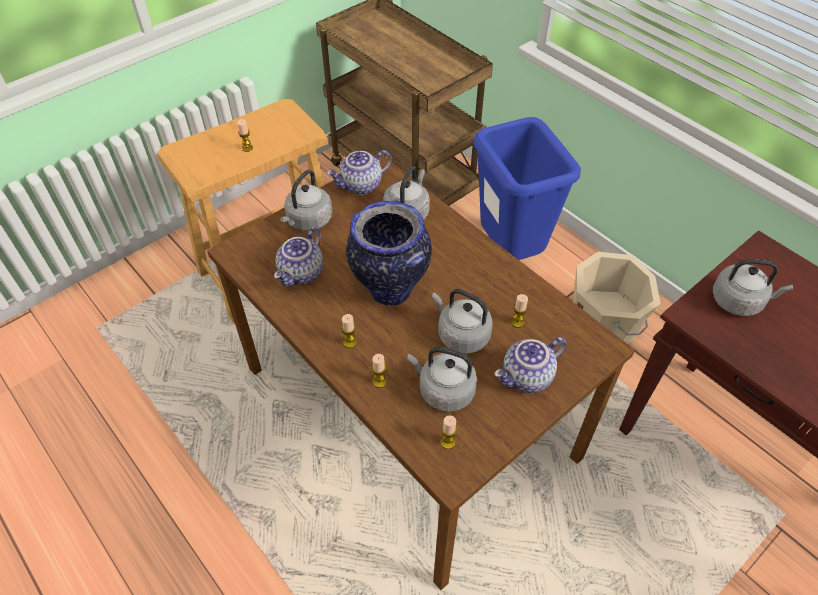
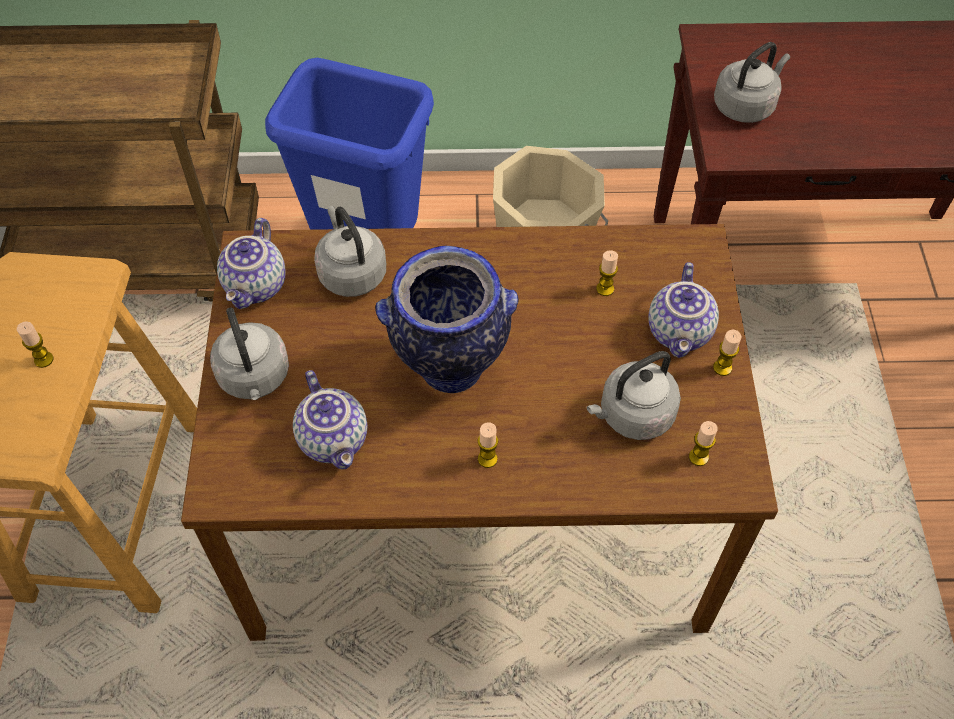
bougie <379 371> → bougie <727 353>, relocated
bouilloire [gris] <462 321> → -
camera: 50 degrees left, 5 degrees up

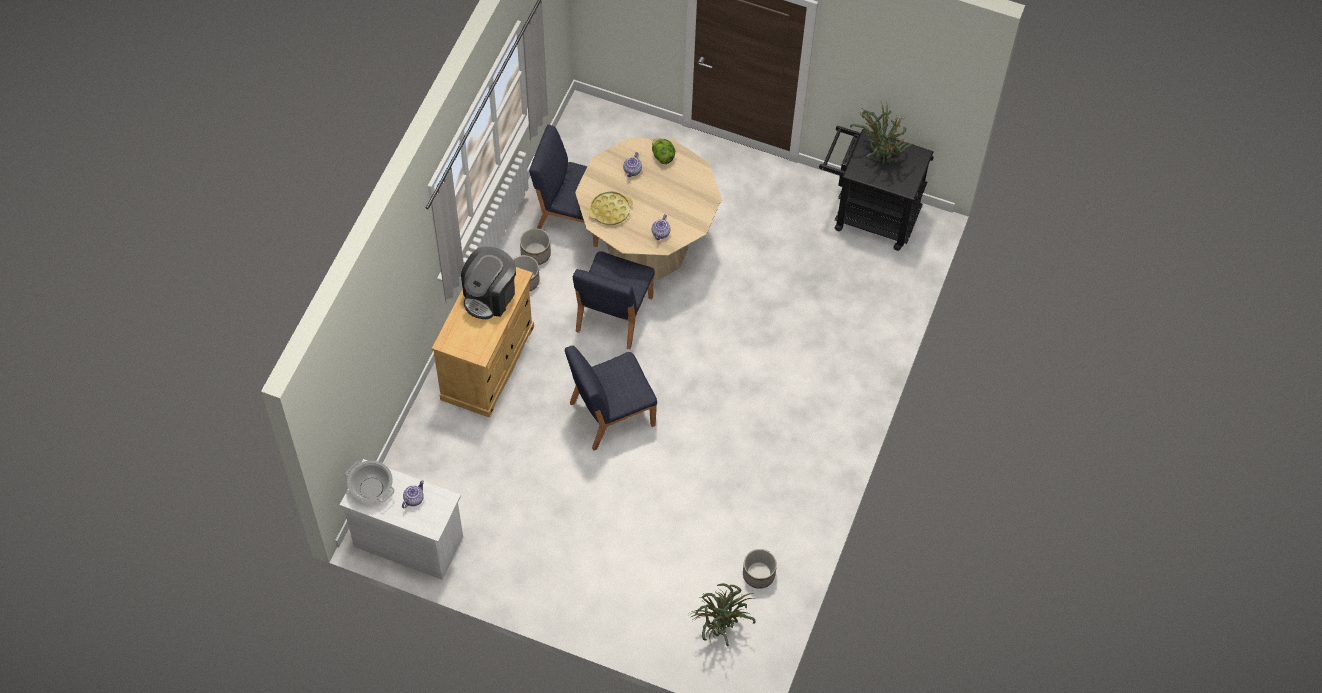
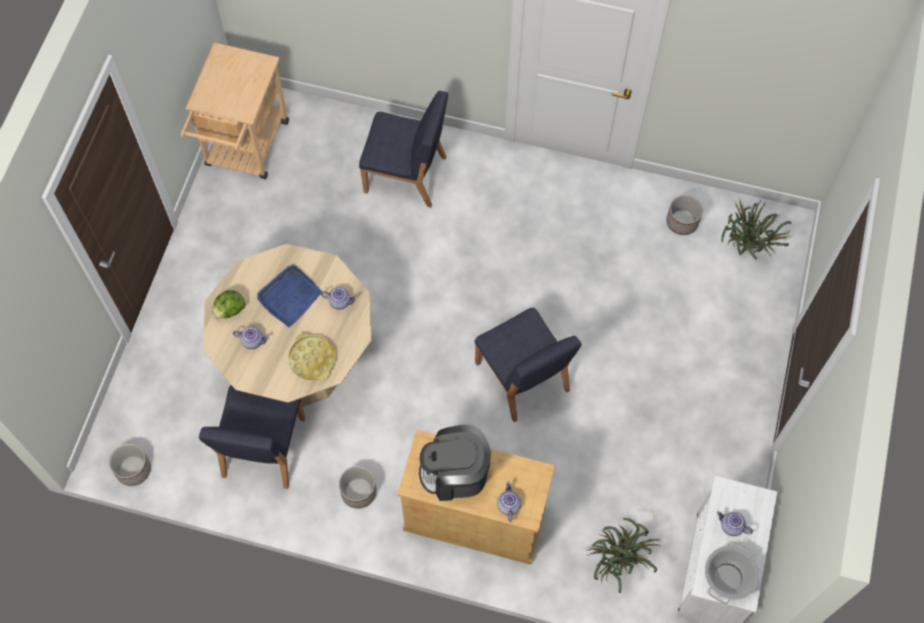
cache-pot <535 246> → cache-pot <130 465>, relocated
chariot [noir] <876 188> → chariot [beige] <235 110>
- → plateau [bleu] <289 296>
chaise [bleu] <614 300> → chaise [bleu] <403 149>, relocated
machine à café <488 282> → machine à café <455 463>, 150 degrees clockwise
- → théière <509 501>
plante en pot <881 132> → plante en pot <622 555>, relocated
camera: 95 degrees left, 5 degrees up

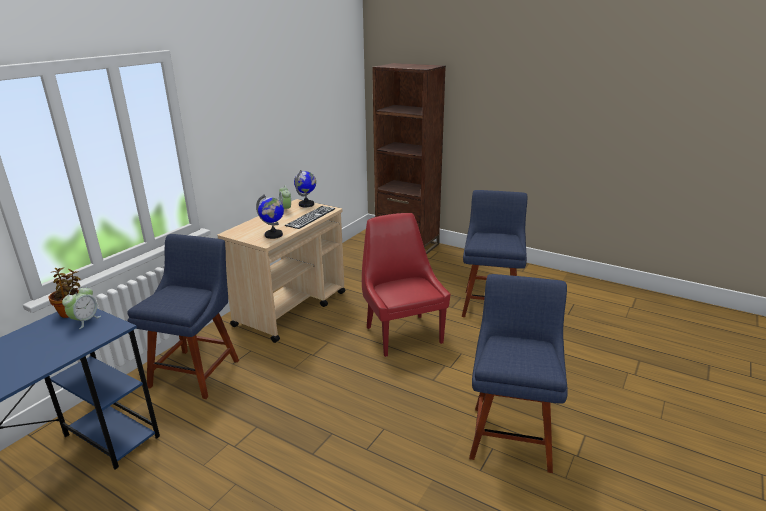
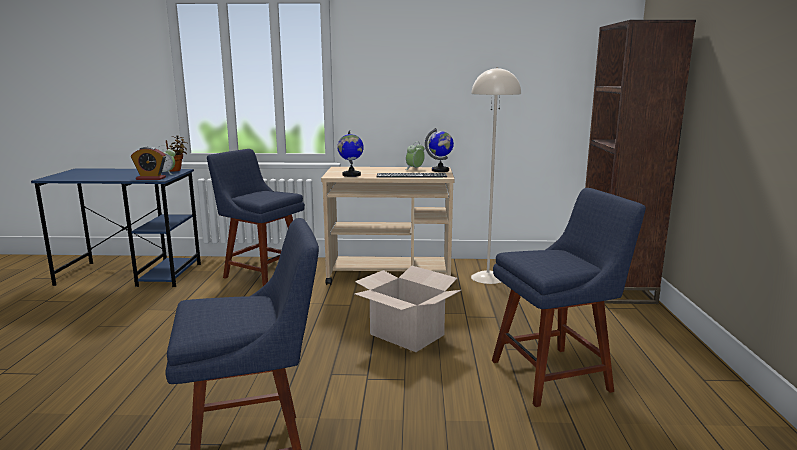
- → réveil <148 163>
chaise [bleu] <183 316> → chaise [bleu] <256 217>, 135 degrees counterclockwise
chaise [rouge] <406 285> → carton <407 308>
- → lampadaire [beige] <496 175>
camera: 60 degrees right, 10 degrees down

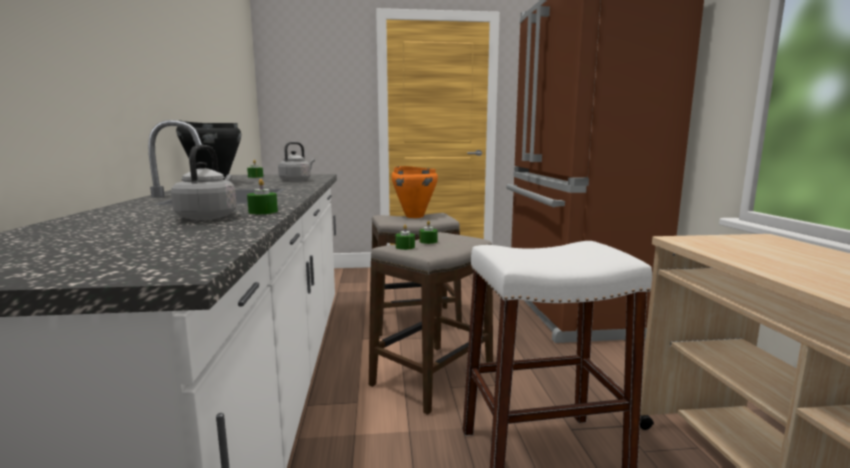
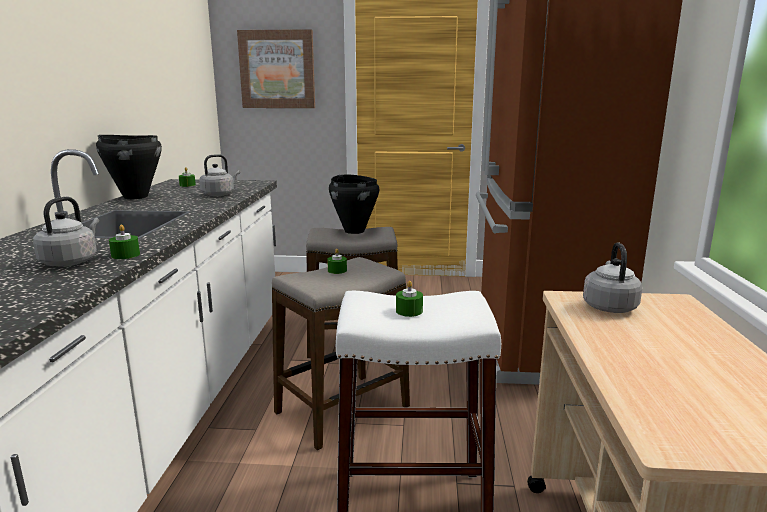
- → tableau <276 68>
marmite [orange] <414 192> → marmite [noir] <354 204>
bougie [vert] <405 237> → bougie [vert] <409 299>, relocated
- → bouilloire [gris] <612 277>
camera: 10 degrees right, 5 degrees up

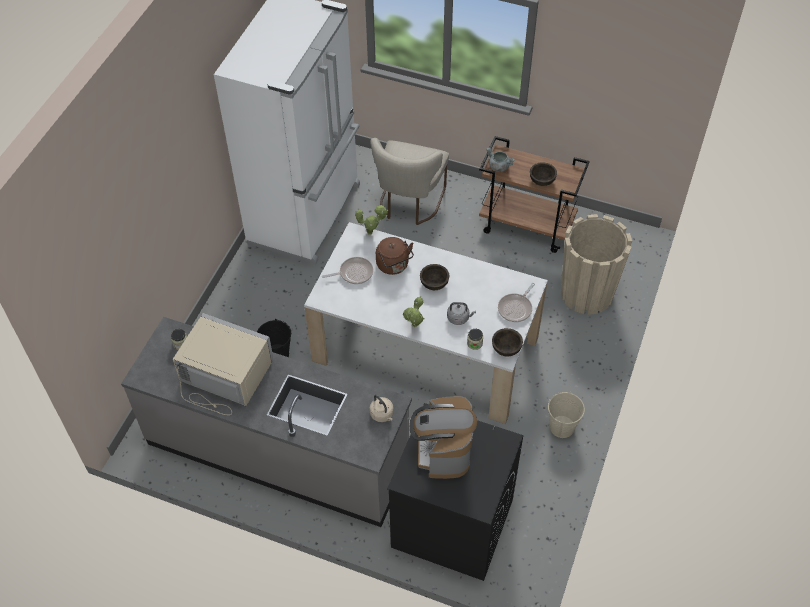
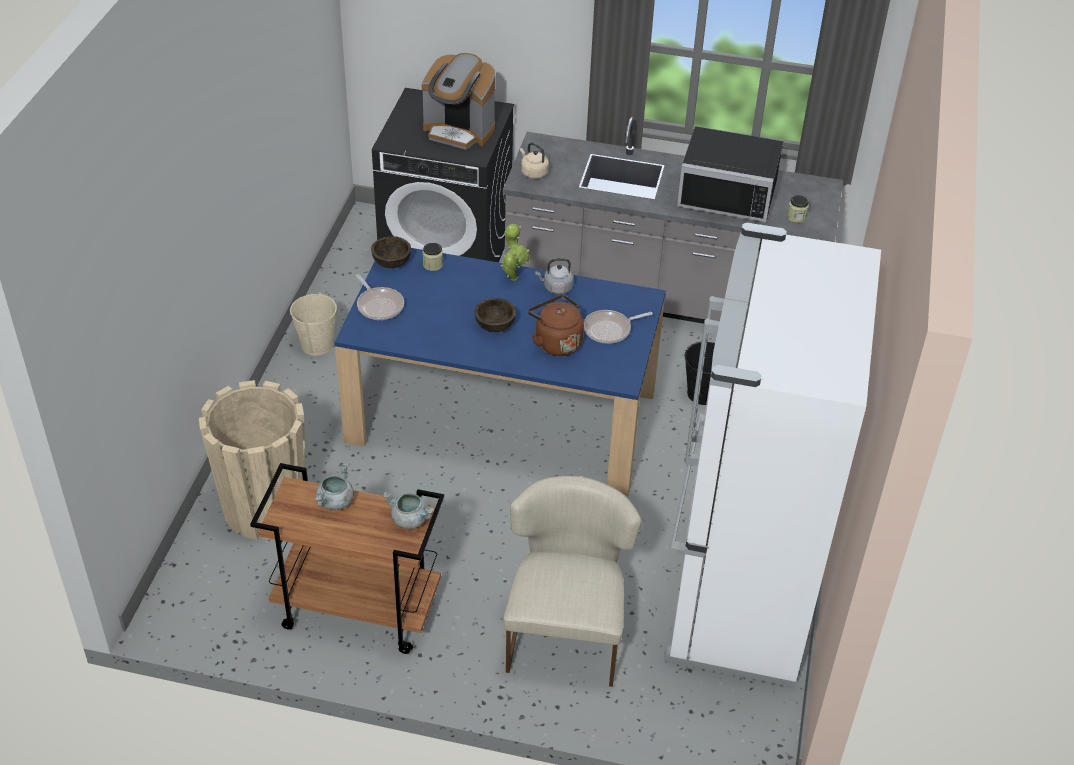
bol [marron] <543 174> → marmite [gris] <334 486>
table à manger [blanc] <426 323> → table à manger [bleu] <500 372>
poêle <516 302> → poêle <380 297>, 120 degrees clockwise
machine à café <443 437> → machine à café <459 101>, 120 degrees clockwise
bouilloire [gris] <461 313> → bouilloire [gris] <554 276>, relocated
micro-ondes [beige] <223 364> → micro-ondes [noir] <730 174>
plante en pot <371 220> → -
camera: 170 degrees right, 10 degrees down

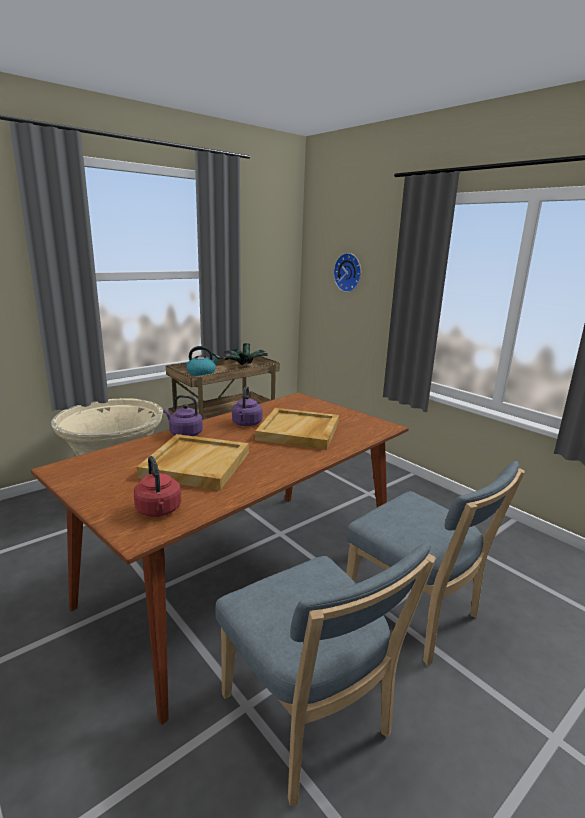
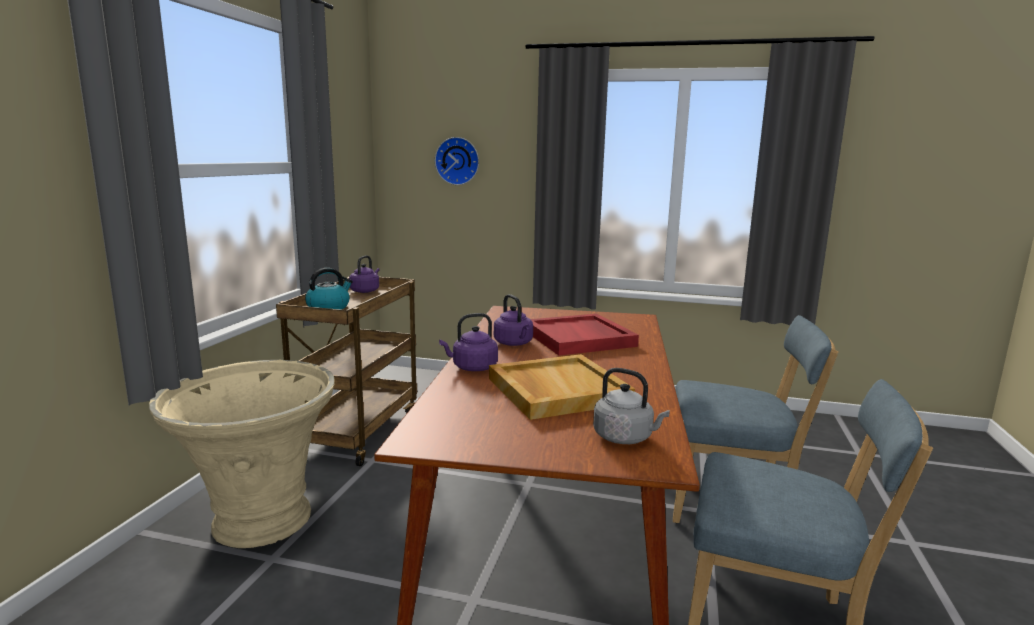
plante en pot <246 354> → bouilloire [violet] <364 274>
plateau [beige] <297 429> → plateau [rouge] <584 334>
bouilloire [rouge] <157 486> → bouilloire [gris] <631 406>
camera: 35 degrees left, 5 degrees down

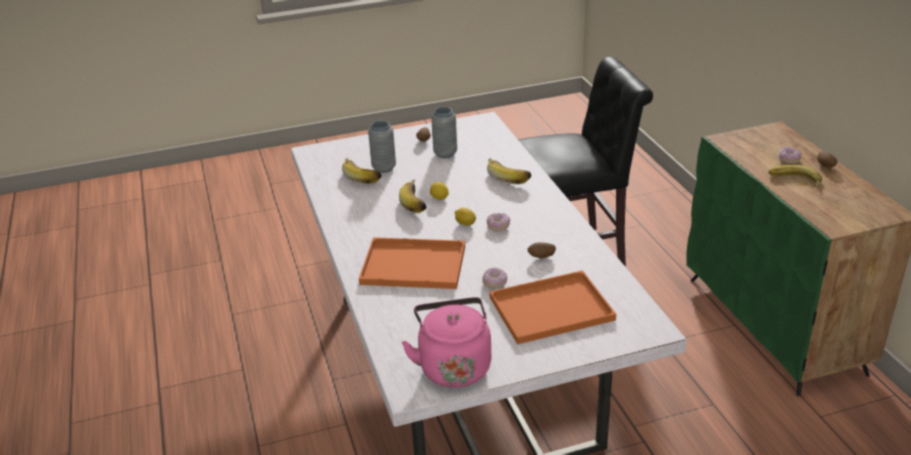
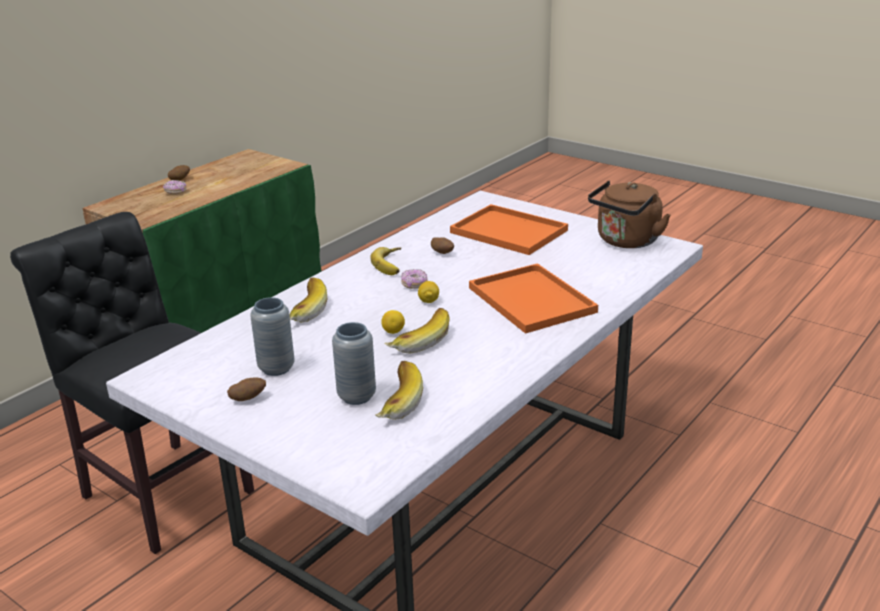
banane <795 176> → banane <385 261>, relocated
bouilloire [rose] <446 342> → bouilloire [marron] <629 214>
beignet <494 278> → -
camera: 125 degrees left, 5 degrees down

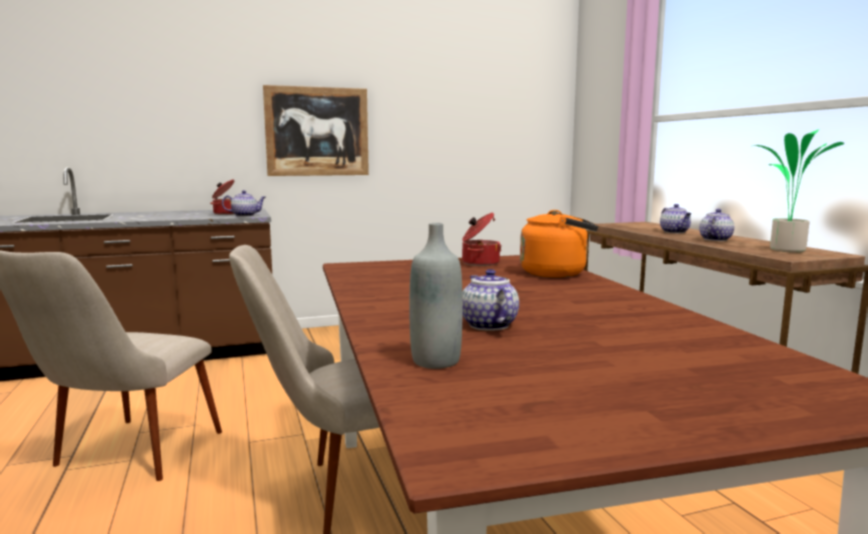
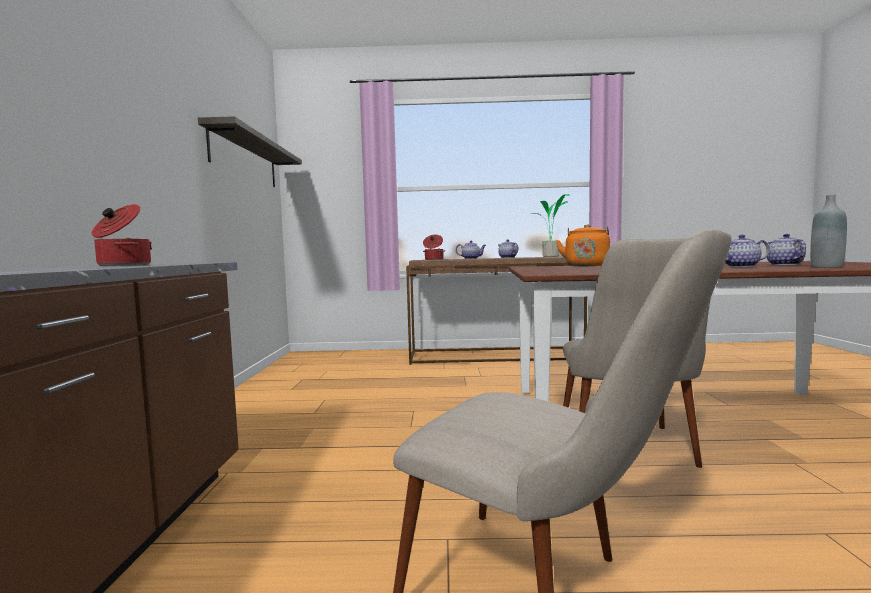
- → étagère <250 151>
marmite <482 239> → marmite <434 247>, relocated
théière <244 203> → théière <786 249>, relocated
tableau <316 130> → -
camera: 70 degrees left, 5 degrees down

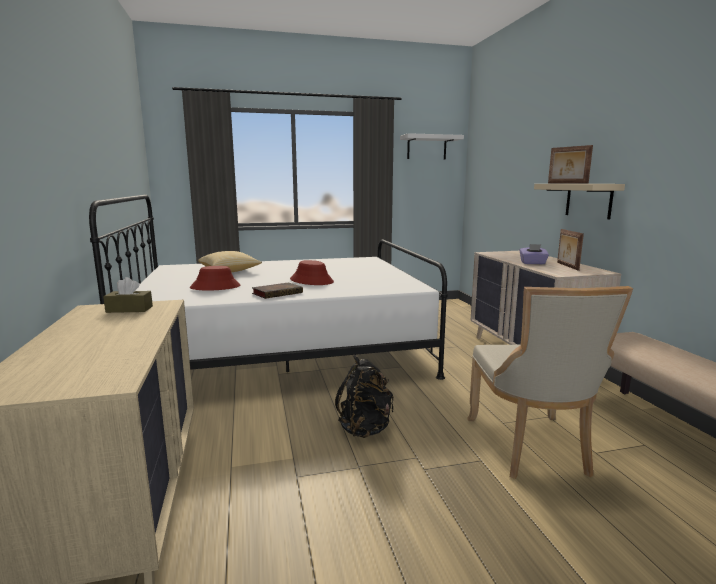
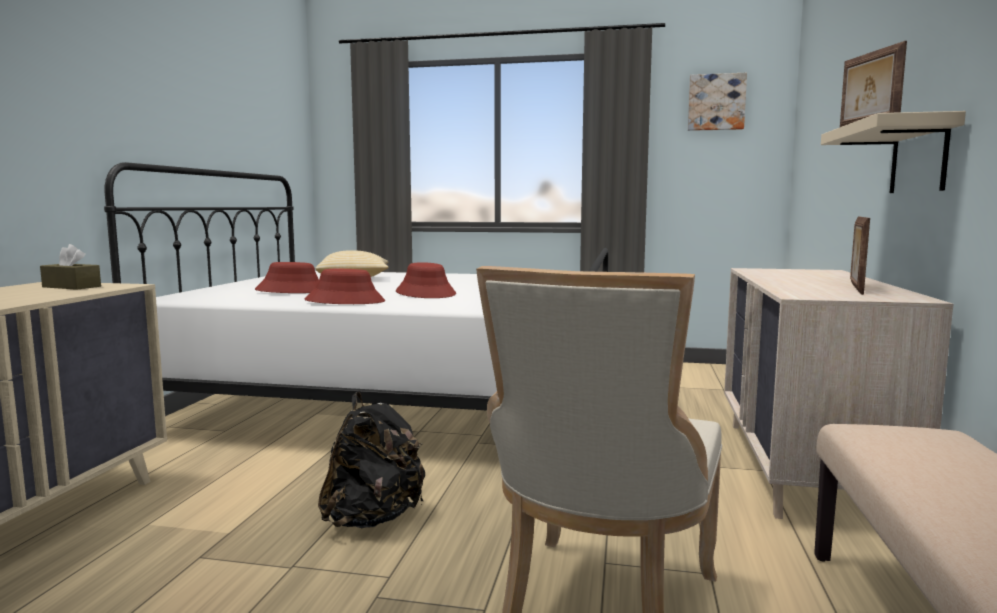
livre <277 290> → chapeau [rouge] <345 286>
étagère [blanc] <432 146> → tableau <717 102>
boîte à mouchoirs [violet] <534 254> → -
camera: 25 degrees right, 5 degrees down

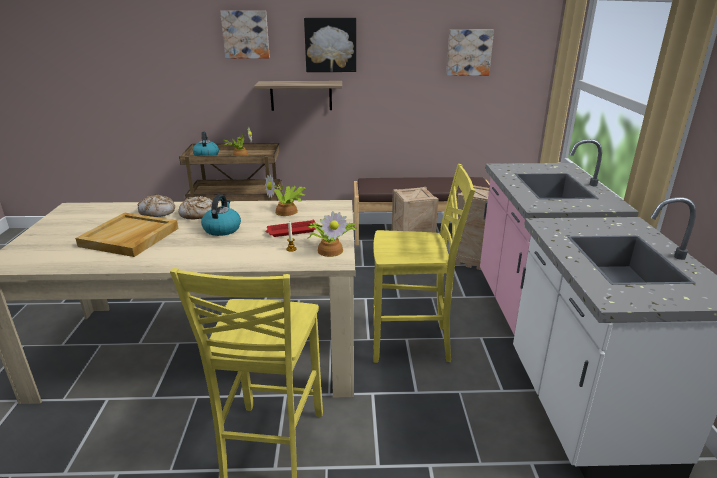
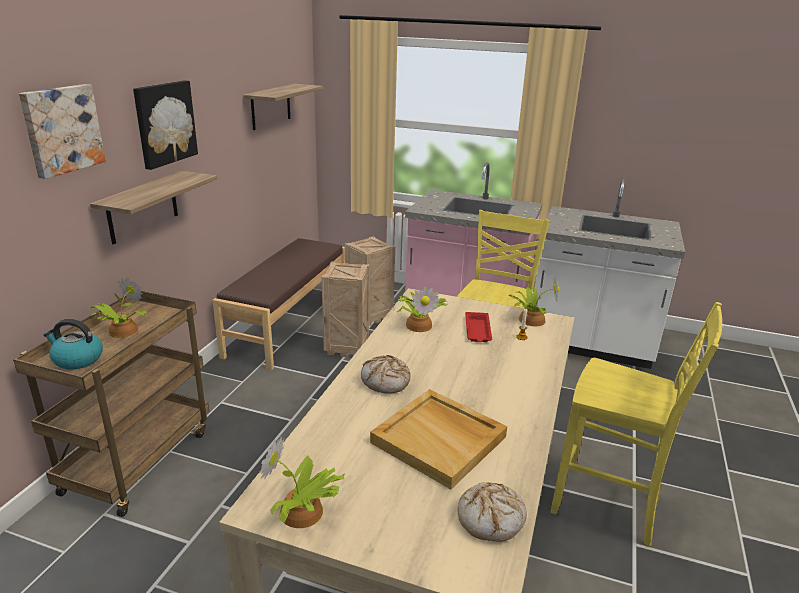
tableau <470 53> → étagère <283 107>
- → plante en pot <302 482>
pain <156 205> → pain <492 512>, relocated
bouilloire <221 215> → -
camera: 70 degrees left, 0 degrees up

